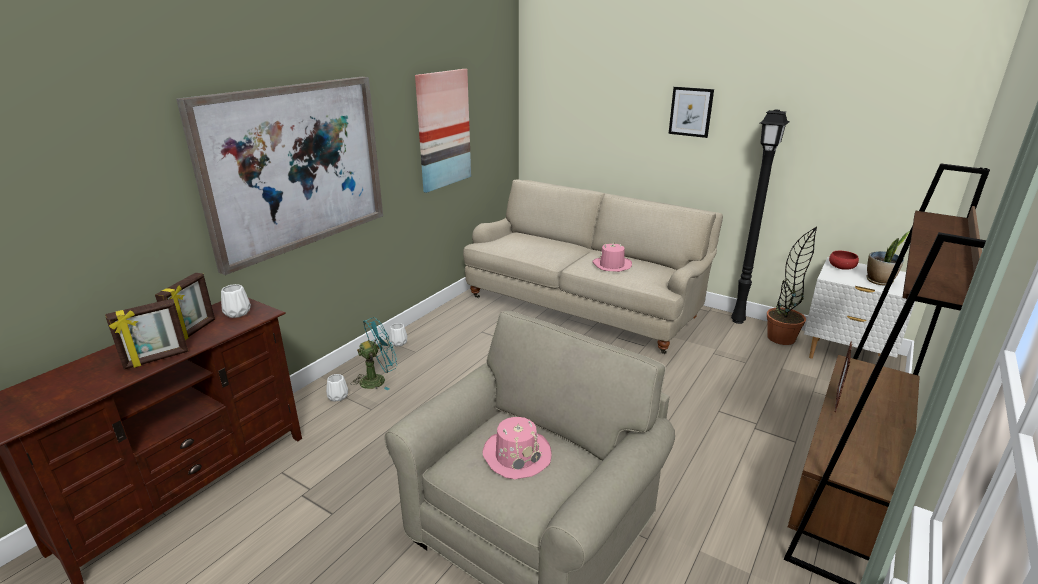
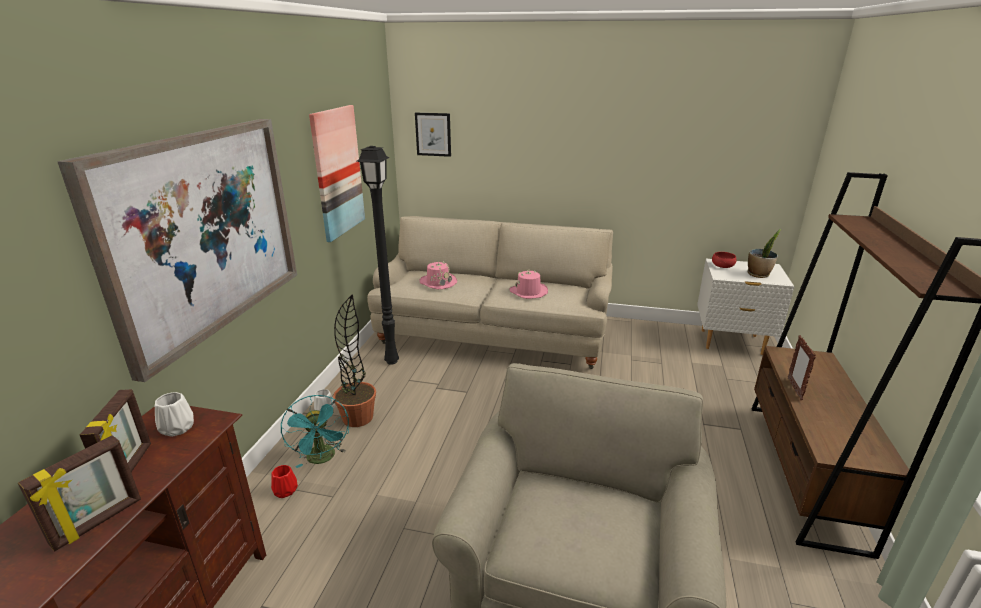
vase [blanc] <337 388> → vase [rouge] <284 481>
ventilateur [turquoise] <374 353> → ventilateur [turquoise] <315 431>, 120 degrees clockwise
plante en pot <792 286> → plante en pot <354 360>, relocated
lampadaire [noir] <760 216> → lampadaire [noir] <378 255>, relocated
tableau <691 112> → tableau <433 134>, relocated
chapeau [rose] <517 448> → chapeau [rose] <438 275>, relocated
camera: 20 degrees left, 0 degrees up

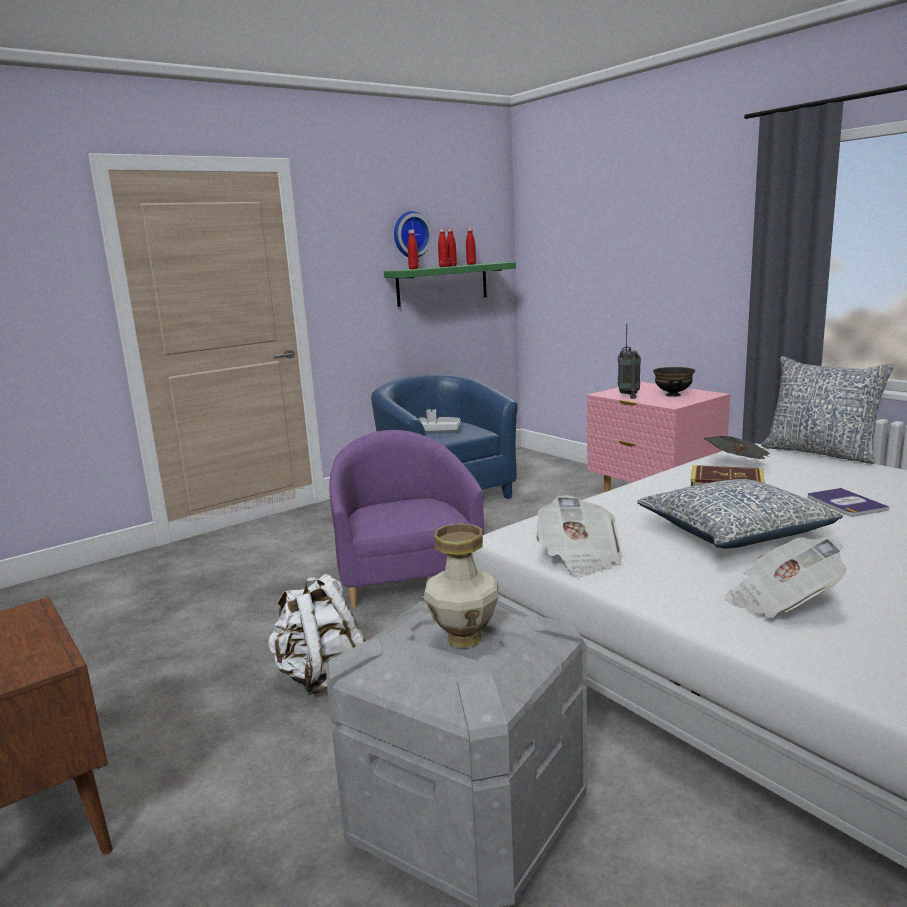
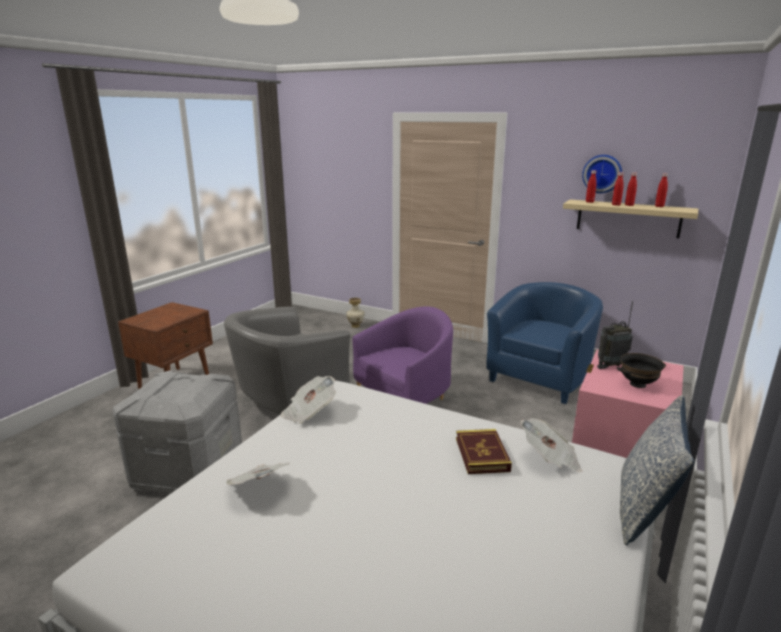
sac à dos [blanc] <317 634> → fauteuil [gris] <287 361>
vase <461 585> → vase <355 313>, relocated
étagère [vert] <450 284> → étagère [beige] <630 218>
plateau [gris] <440 420> → -
coussin <740 514> → -
livre <848 502> → -
camera: 65 degrees right, 5 degrees up

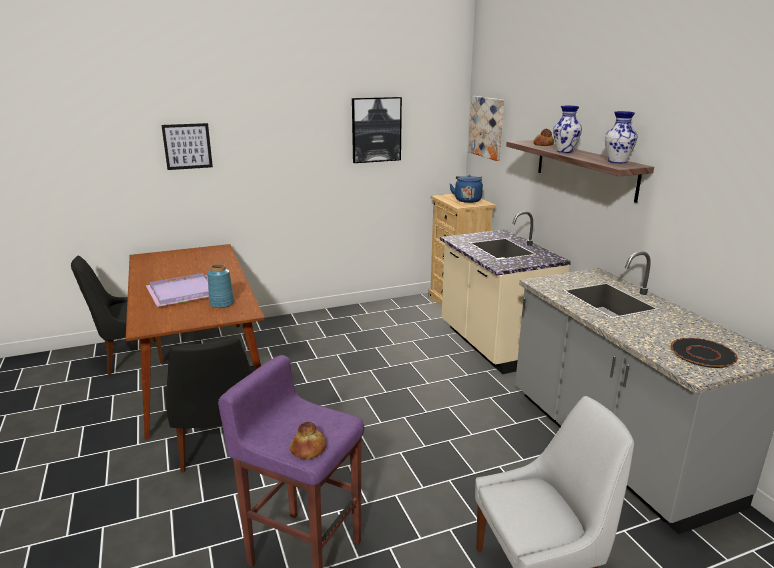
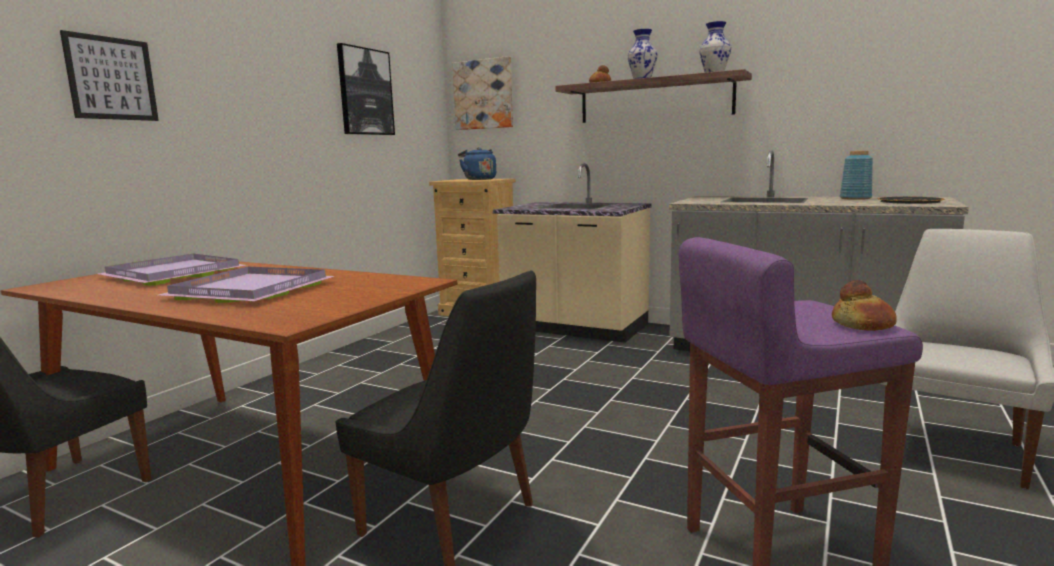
- → plateau [violet] <172 270>
vase [bleu] <221 286> → vase [bleu] <856 175>, relocated
camera: 40 degrees left, 10 degrees down

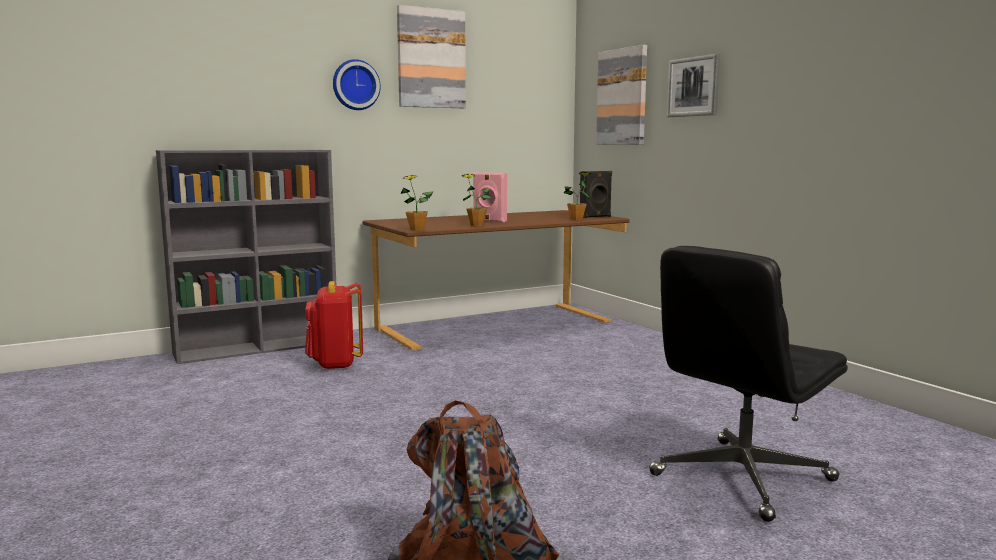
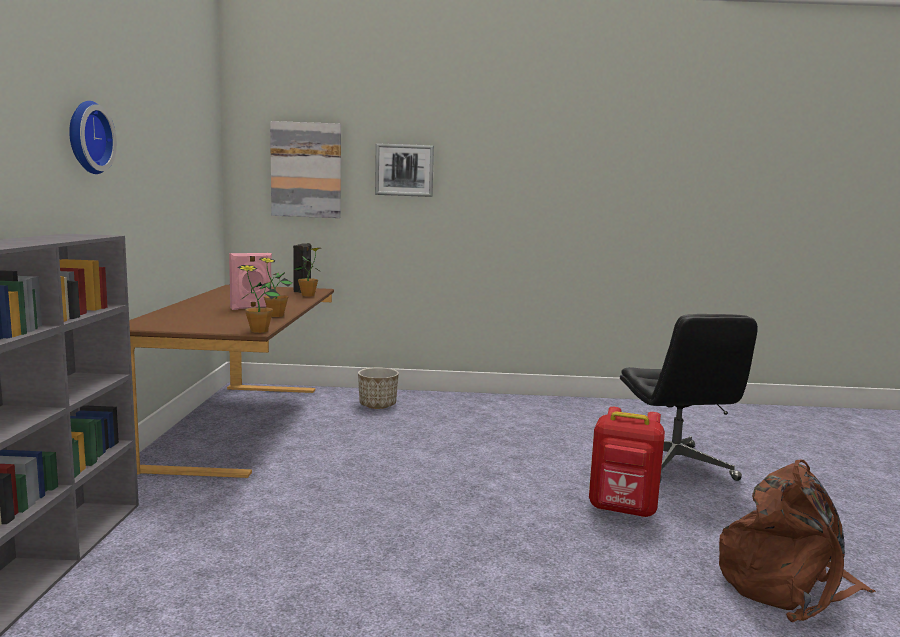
- → cache-pot <378 388>
sac à dos [rouge] <334 325> → sac à dos [rouge] <627 462>, relocated
tableau <431 56> → -
camera: 60 degrees left, 0 degrees up

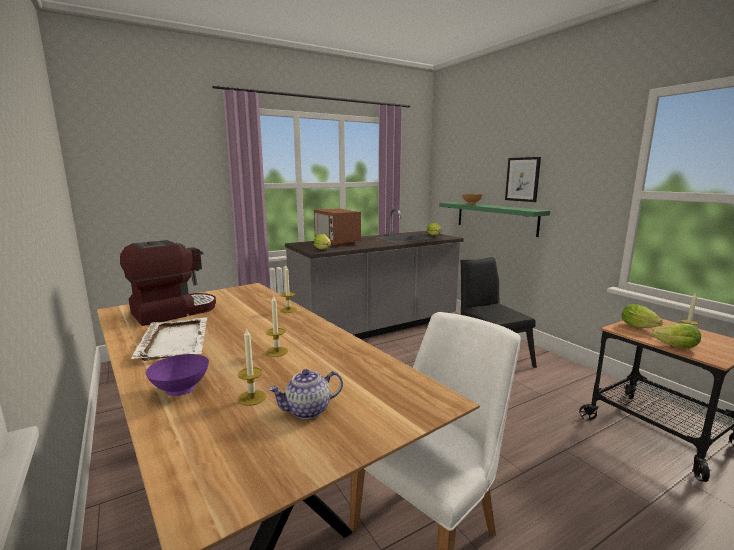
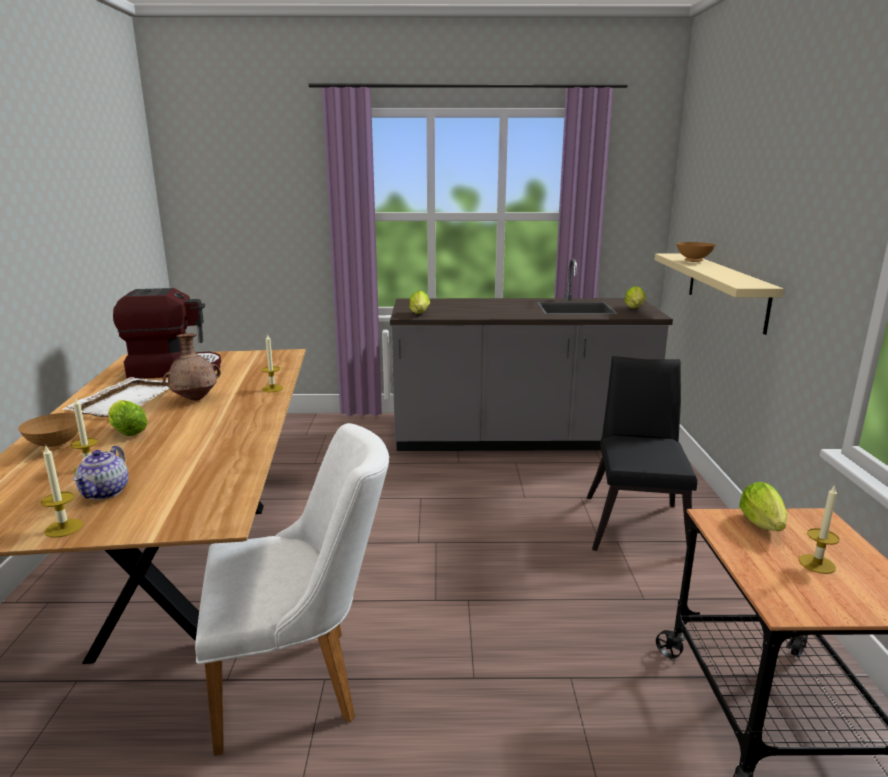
bol [violet] <177 375> → bol [marron] <48 432>
bougie <277 326> → bougie <61 491>, relocated
théière <305 394> → théière <100 473>, 90 degrees counterclockwise
laitue <676 335> → laitue <128 418>, relocated
- → vase [marron] <192 367>
étagère [vert] <494 219> → étagère [beige] <719 294>
micro-ondes <337 227> → -
tableau <523 179> → -
camera: 30 degrees right, 5 degrees up

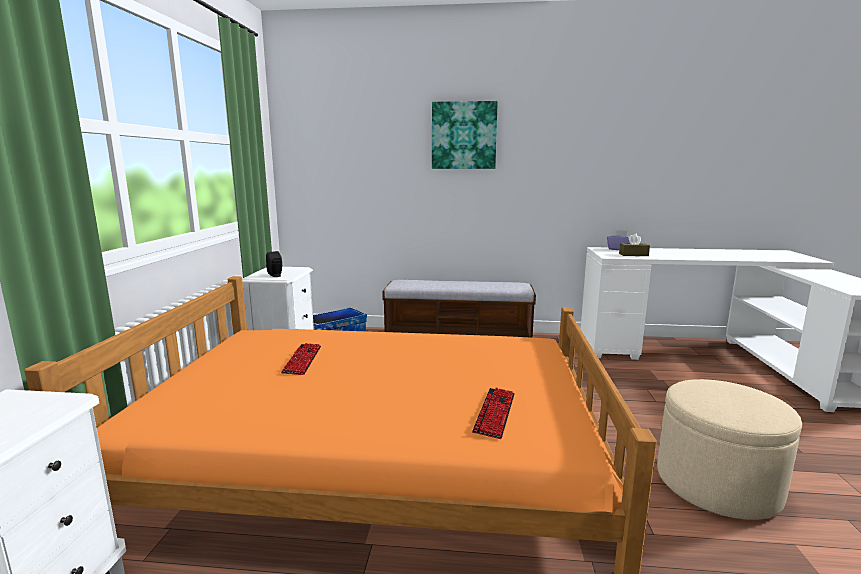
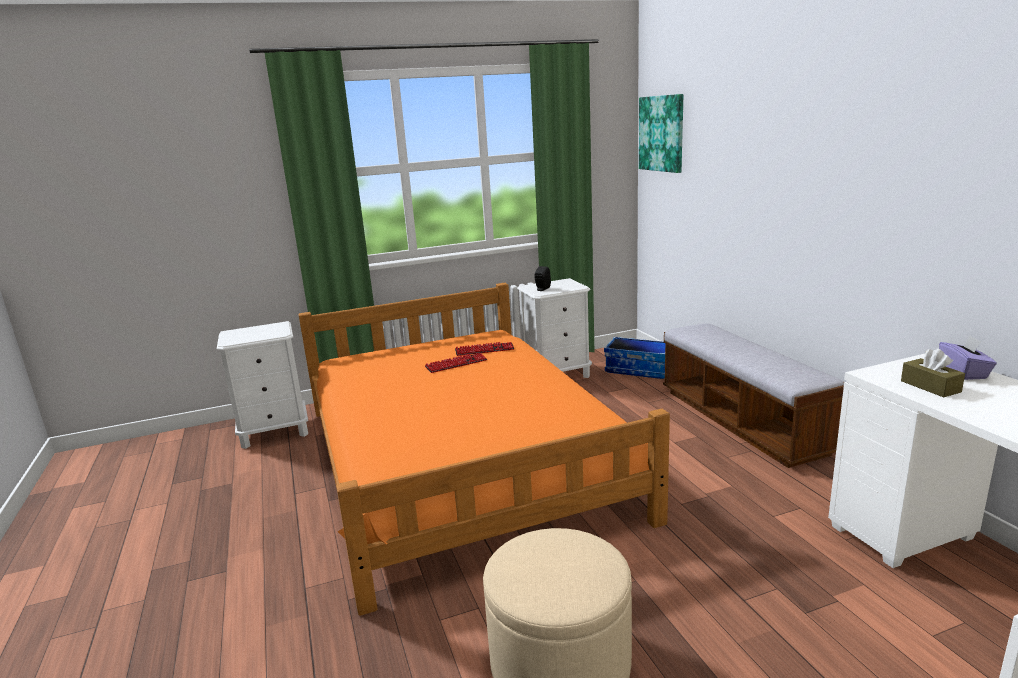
clavier <493 413> → clavier <484 349>, relocated
tableau <465 135> → tableau <661 133>, relocated
camera: 65 degrees right, 5 degrees up

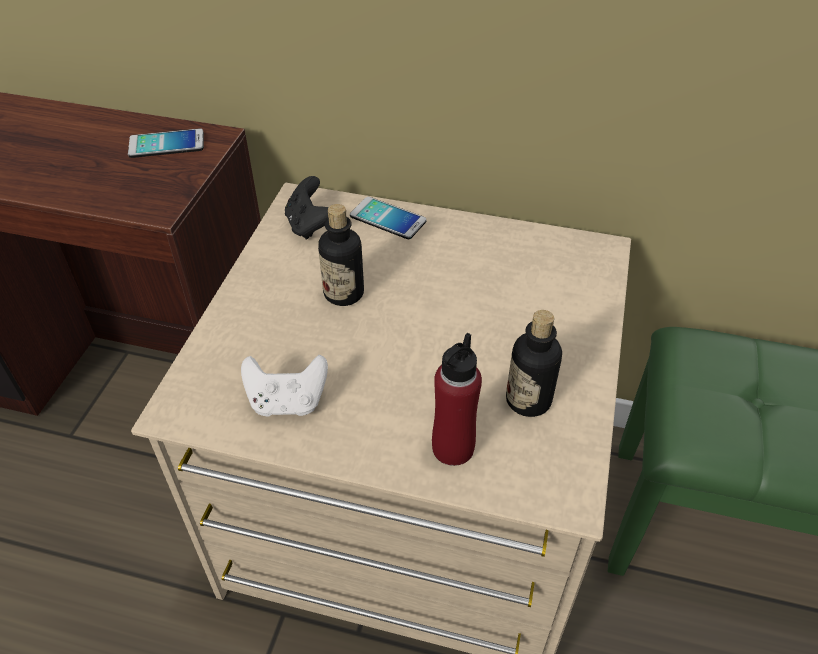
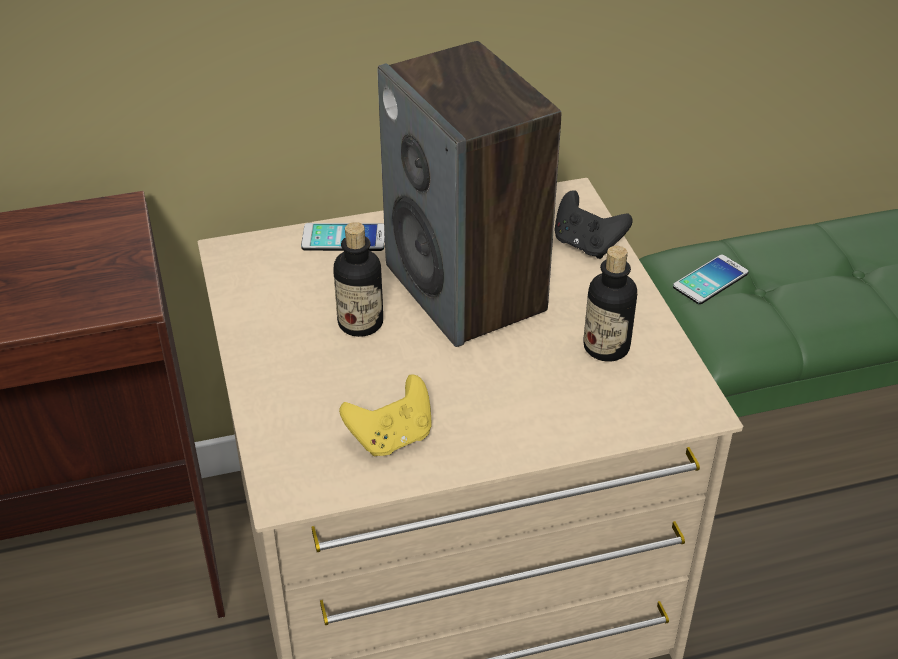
manette [blanc] <284 386> → manette [jaune] <385 416>
- → enceinte <469 194>
manette [noir] <307 208> → manette [noir] <593 224>, relocated
téléphone <166 143> → téléphone <710 279>, relocated
bouteille [rouge] <457 399> → -
camera: 30 degrees left, 5 degrees down

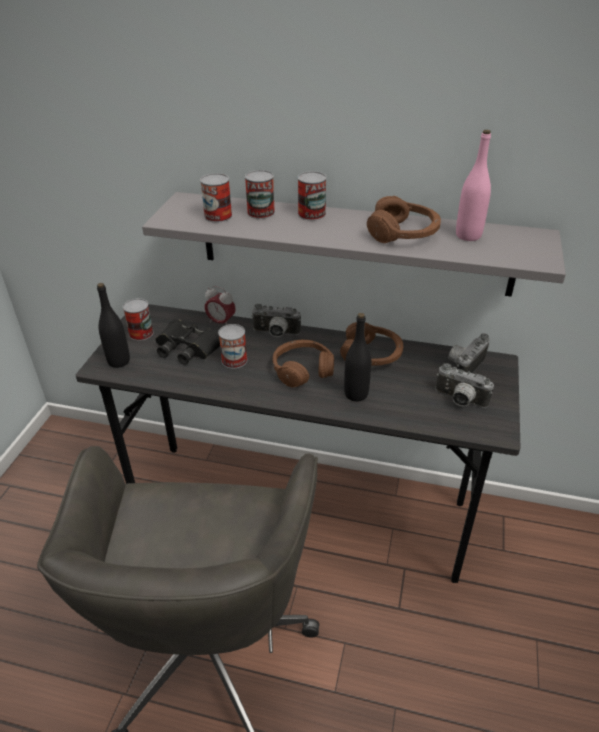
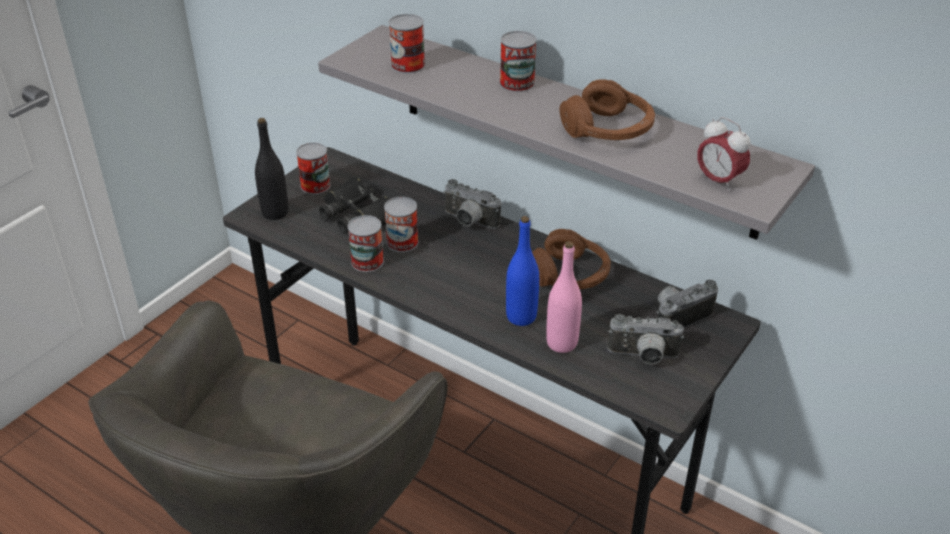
boîte métallique <260 194> → boîte métallique <366 243>, relocated
bouteille [noir] <357 357> → bouteille [bleu] <522 271>
bouteille [rose] <473 185> → bouteille [rose] <564 297>, relocated
appareil photo <464 385> → appareil photo <645 339>, 45 degrees counterclockwise
réveil <220 305> → réveil <723 154>, relocated
casque audio [marron] <303 364> → -
camera: 20 degrees right, 0 degrees up

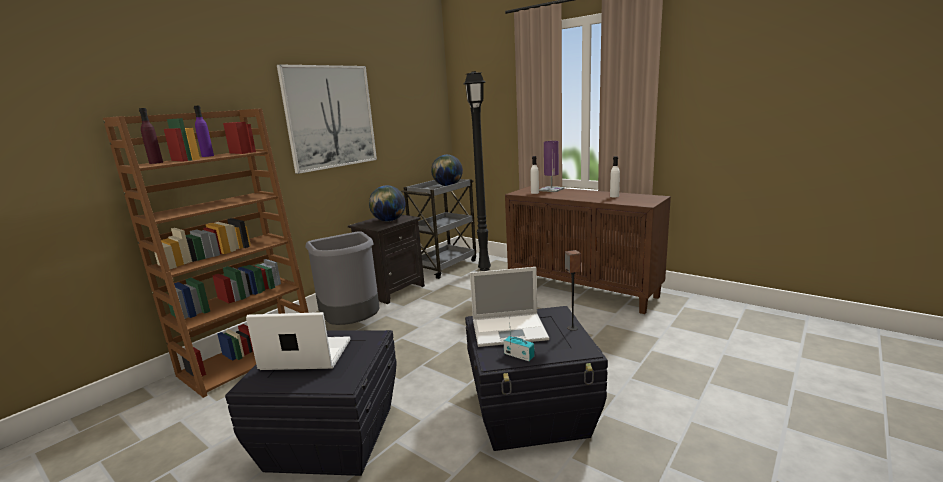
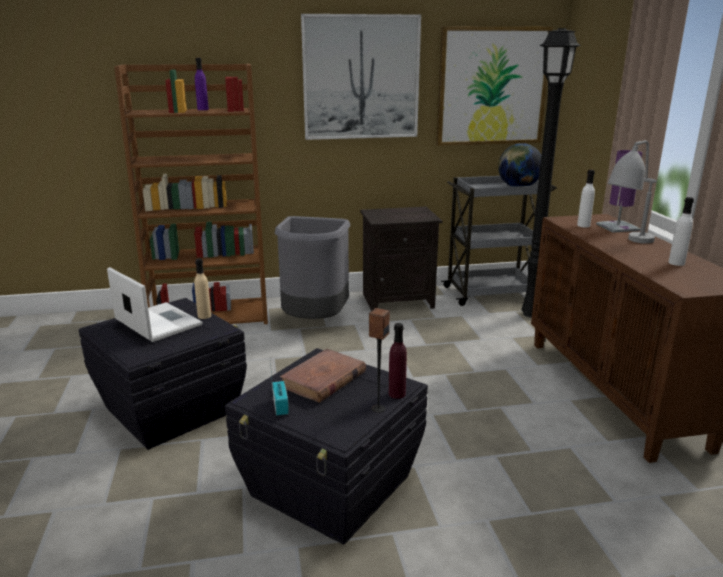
- → bouteille [beige] <202 289>
ordinateur portable <509 307> → livre [marron] <323 376>
bouteille [violet] <151 136> → bouteille [violet] <398 361>, relocated
- → tableau <494 86>
- → lampe de table [gris] <632 192>
globe <387 203> → -
camera: 40 degrees right, 5 degrees up

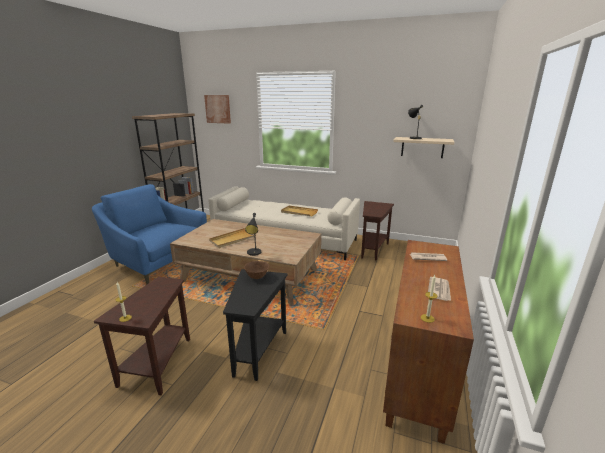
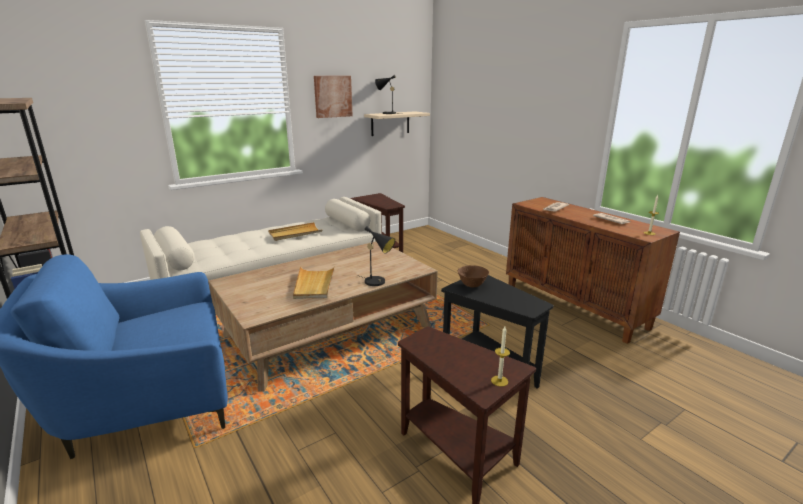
tableau <217 109> → tableau <333 97>, relocated
camera: 55 degrees left, 0 degrees up

